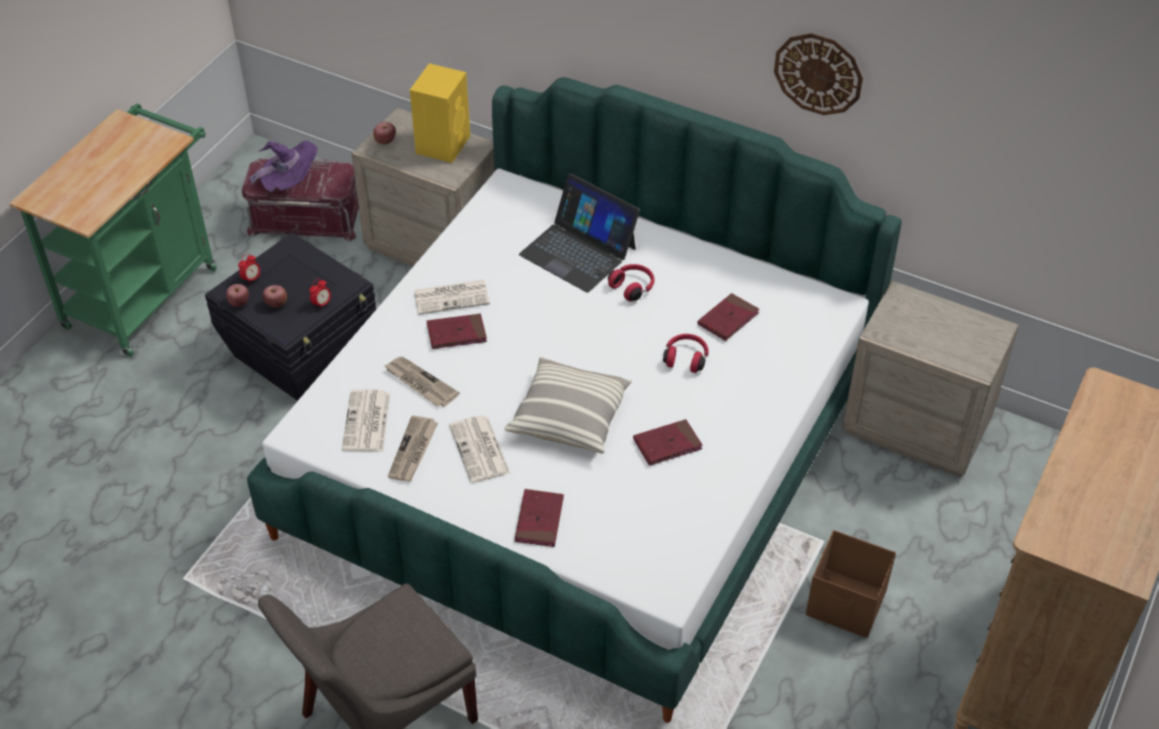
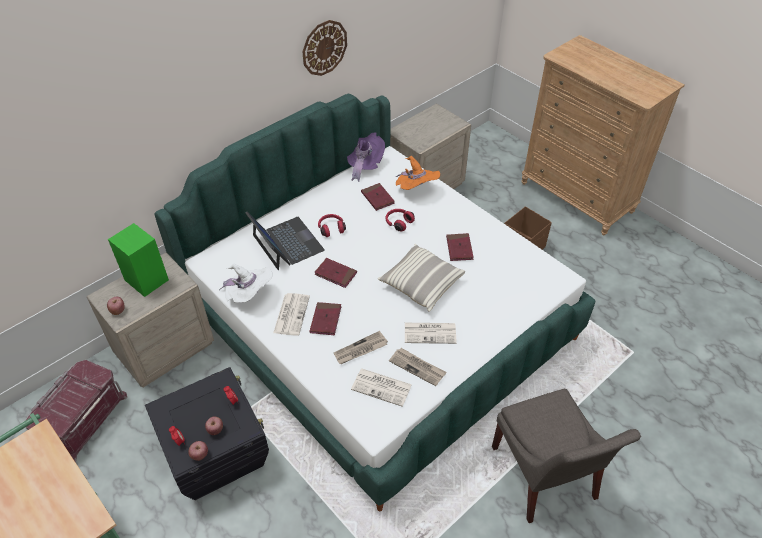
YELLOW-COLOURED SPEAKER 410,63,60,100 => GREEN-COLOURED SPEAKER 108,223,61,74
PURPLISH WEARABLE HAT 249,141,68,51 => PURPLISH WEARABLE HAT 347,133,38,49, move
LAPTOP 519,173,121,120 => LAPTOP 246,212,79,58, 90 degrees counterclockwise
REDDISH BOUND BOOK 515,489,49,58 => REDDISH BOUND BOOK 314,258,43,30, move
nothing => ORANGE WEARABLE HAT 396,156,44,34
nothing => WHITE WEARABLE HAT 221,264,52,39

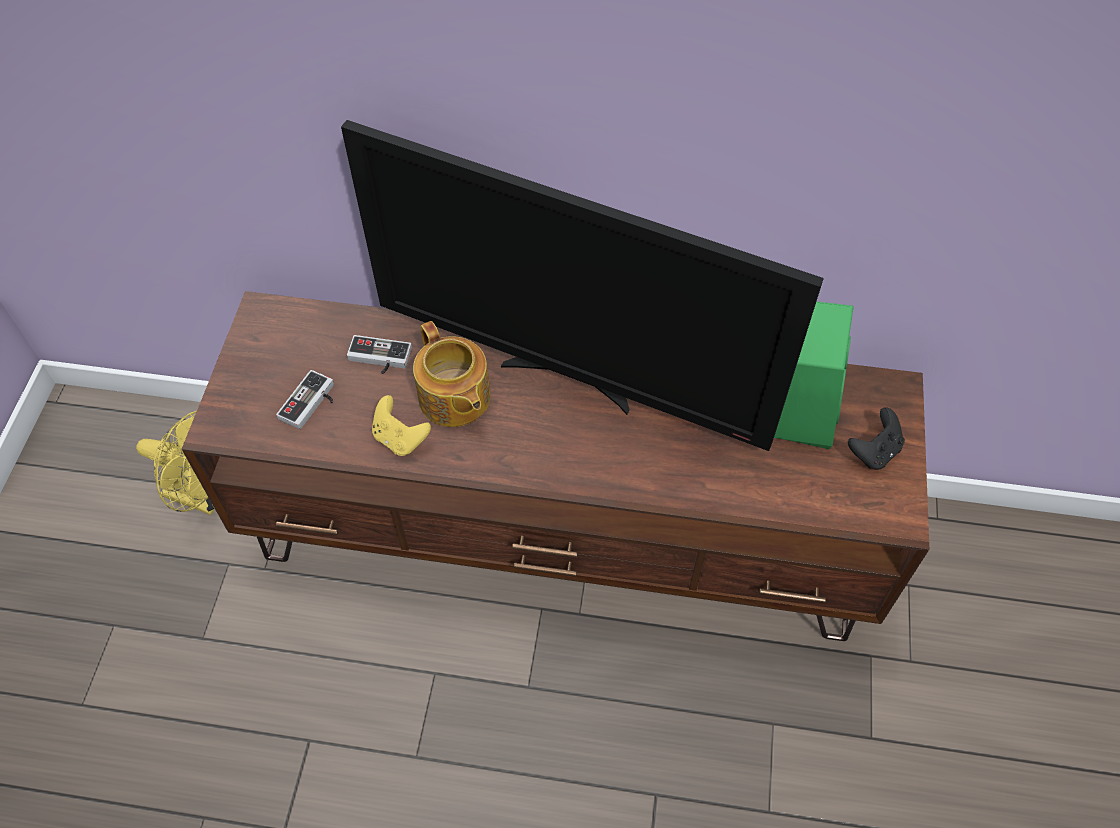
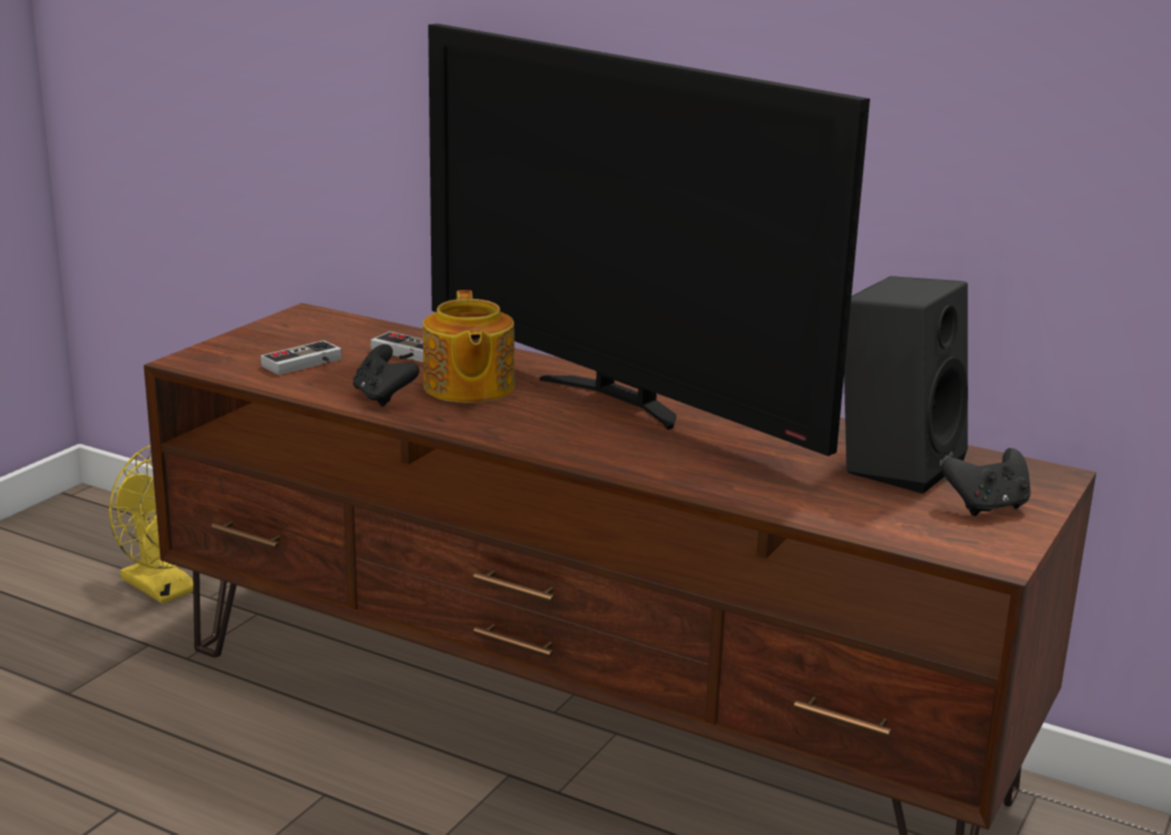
GREEN-COLOURED SPEAKER 774,301,80,148 => BLACKISH SPEAKER 844,276,124,218
YELLOW-COLOURED GAME CONTROLLER 372,395,59,61 => BLACKISH GAME CONTROLLER 353,344,66,63

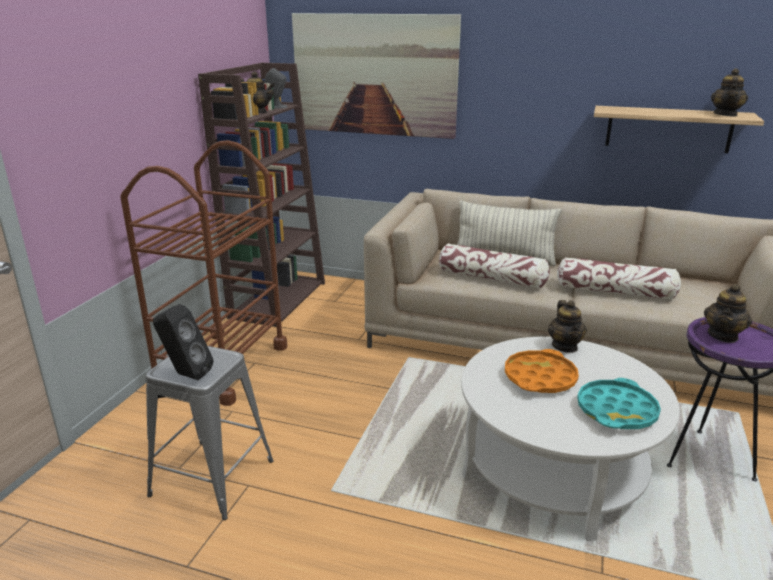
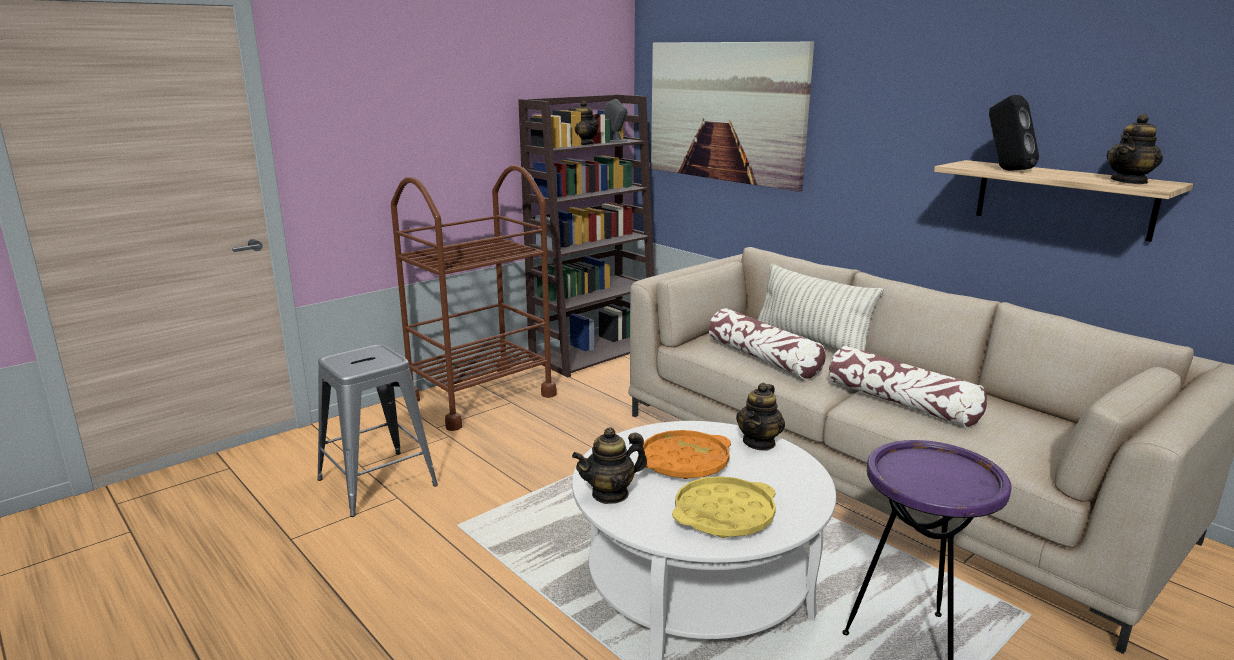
POT FOR TEA 704,284,48,59 => POT FOR TEA 572,427,75,77, move
BLACKISH SPEAKER 153,304,60,76 => BLACKISH SPEAKER 989,95,50,76, move
TURQUOISE SERVING TRAY 577,378,84,51 => YELLOW-COLOURED SERVING TRAY 672,476,104,62

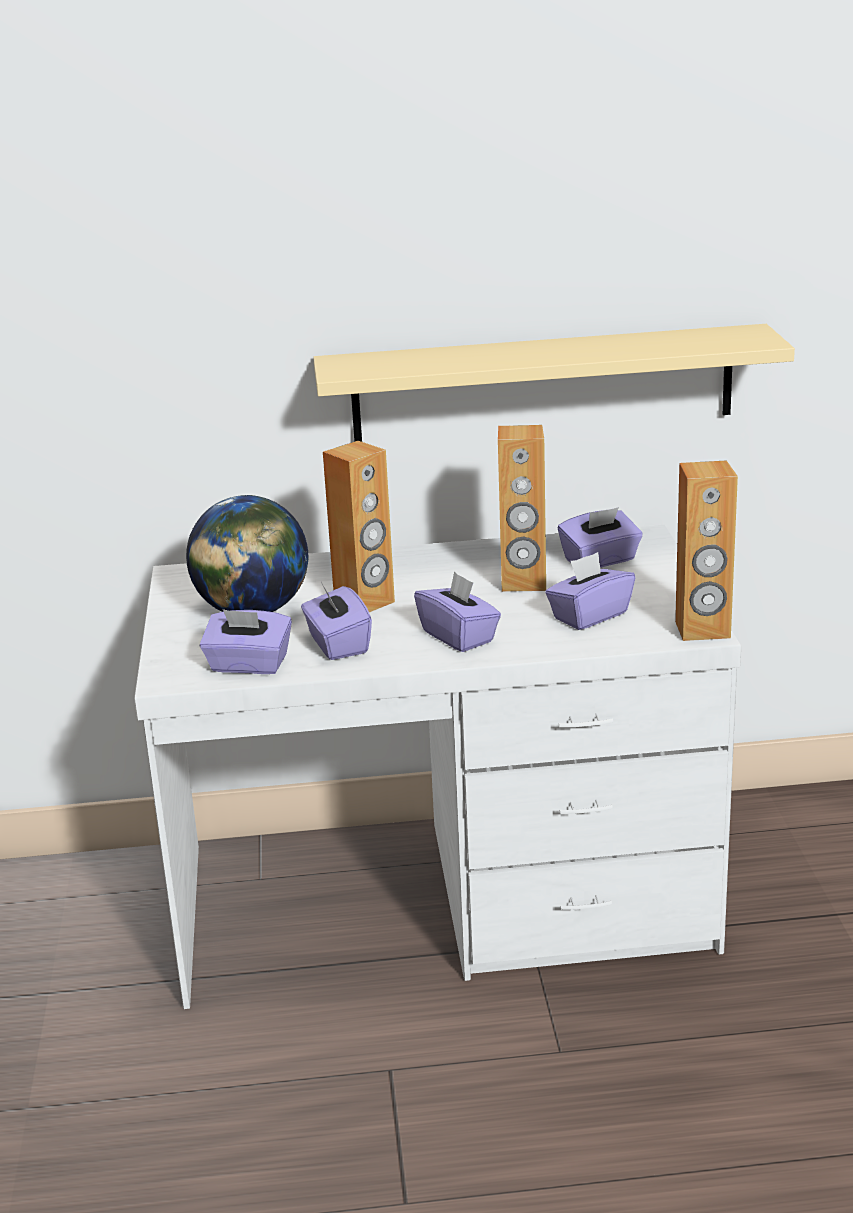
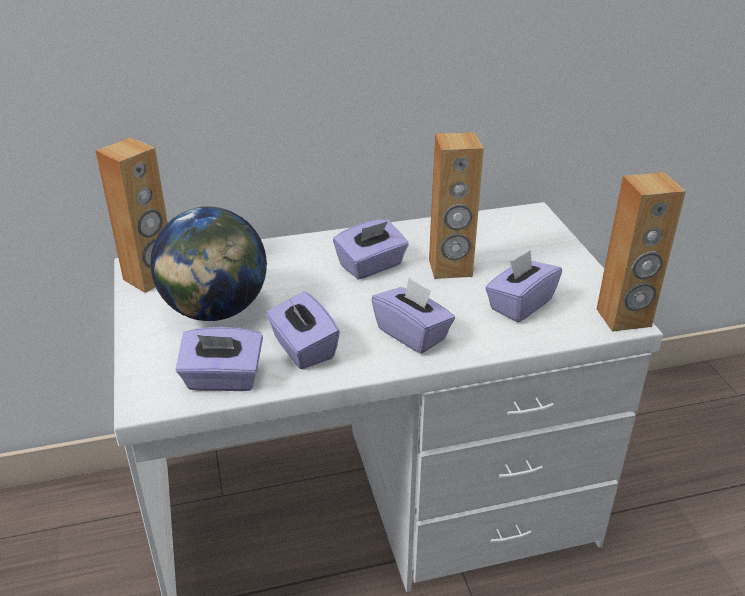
BEIGE-COLOURED WALL SHELF 313,324,482,118 => nothing
BROWN-COLOURED SPEAKER 323,441,72,171 => BROWN-COLOURED SPEAKER 96,137,72,156, move
PURPLISH TISSUE BOX 558,507,85,61 => PURPLISH TISSUE BOX 333,219,76,61, move

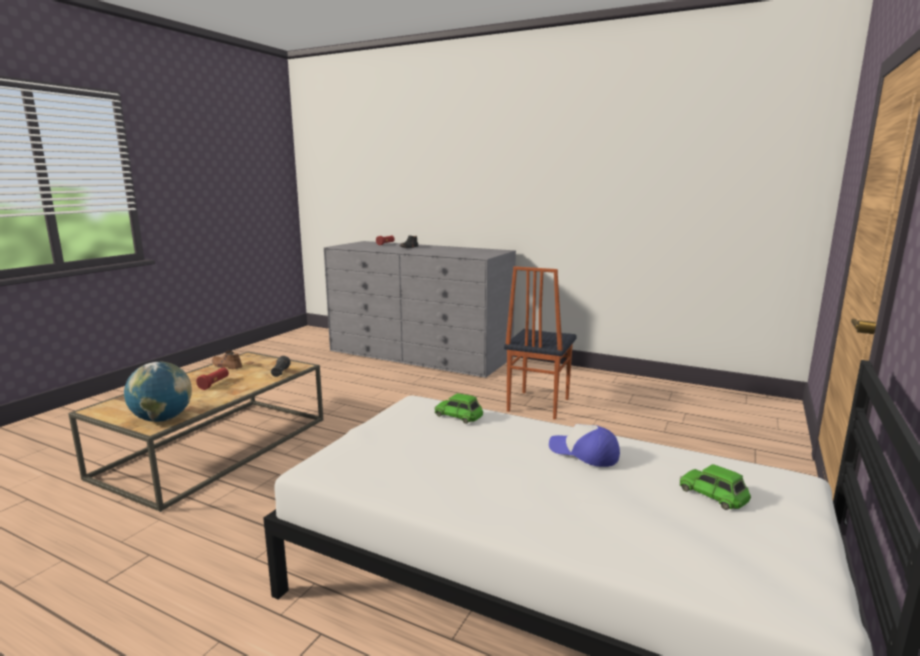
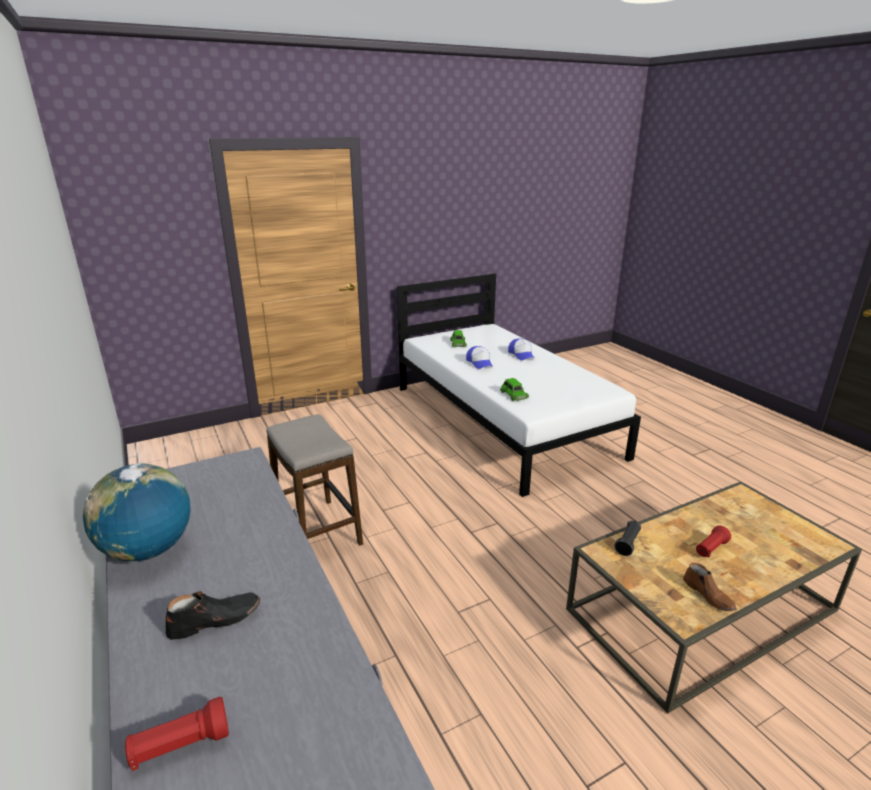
CHAIR 504,266,73,154 => SITTING STOOL 266,414,97,132
GLOBE 124,362,68,60 => GLOBE 83,463,108,98, move
nothing => BASEBALL CAP 508,338,27,22

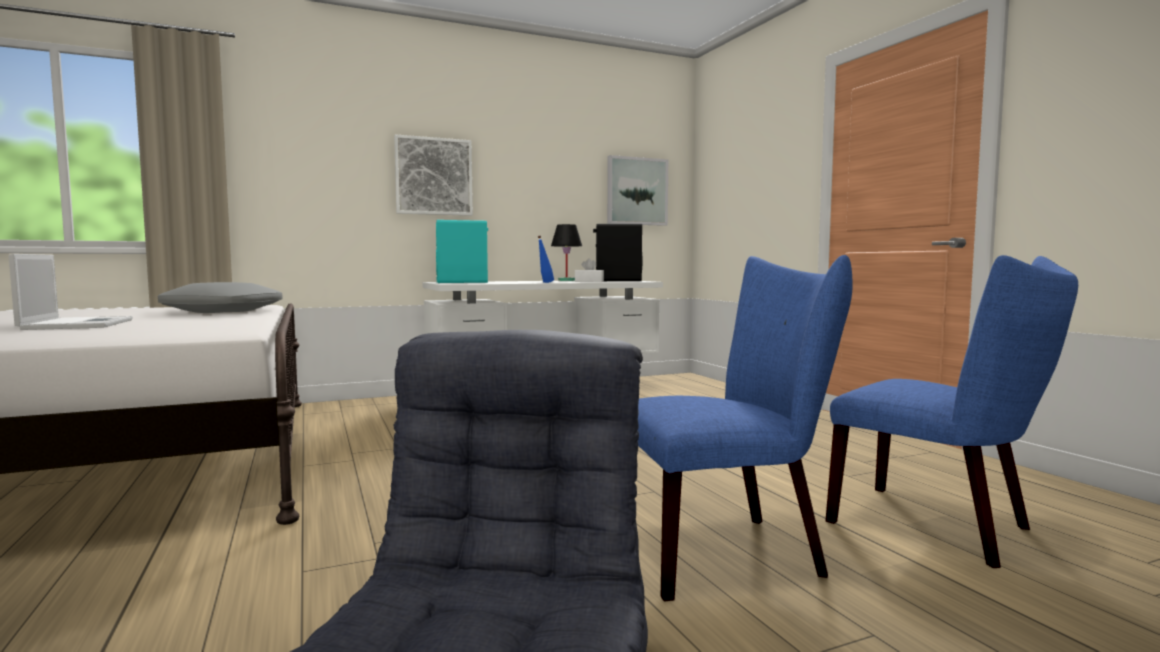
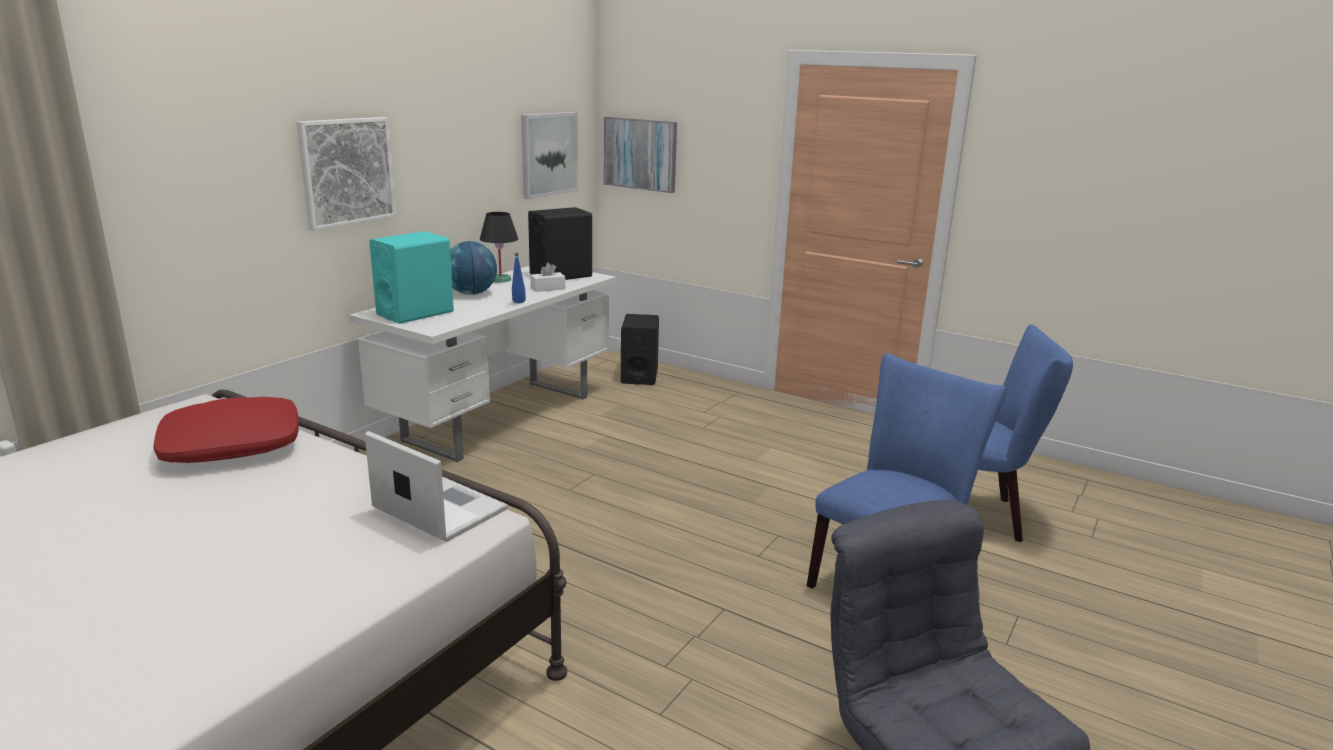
LAPTOP 8,254,125,76 => LAPTOP 365,431,143,111, move
GRAY PILLOW 158,282,125,31 => REDDISH PILLOW 153,397,146,66
nothing => WALL ART 604,117,73,76
nothing => GLOBE 450,241,47,54
nothing => BLACKISH SPEAKER 621,314,38,71

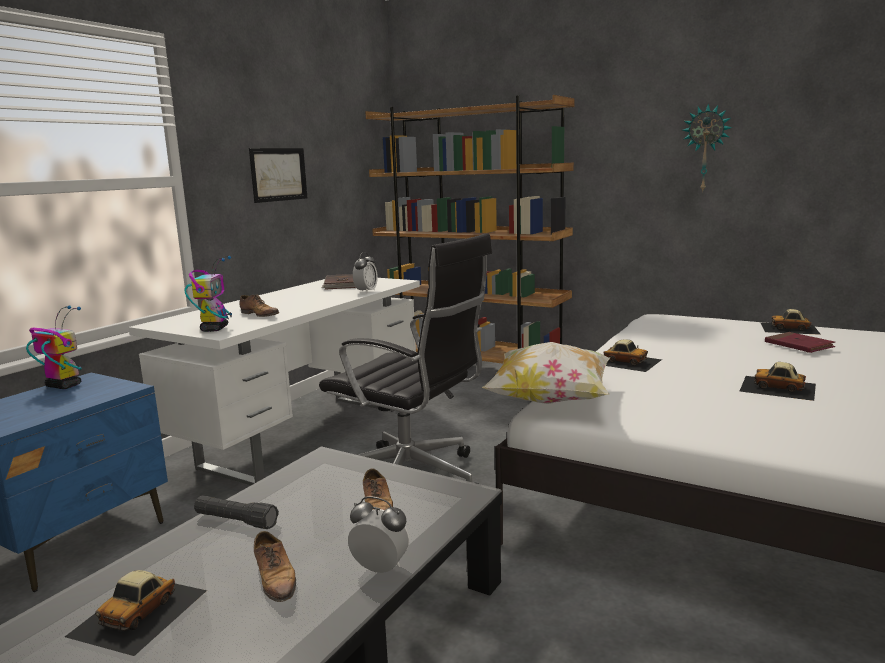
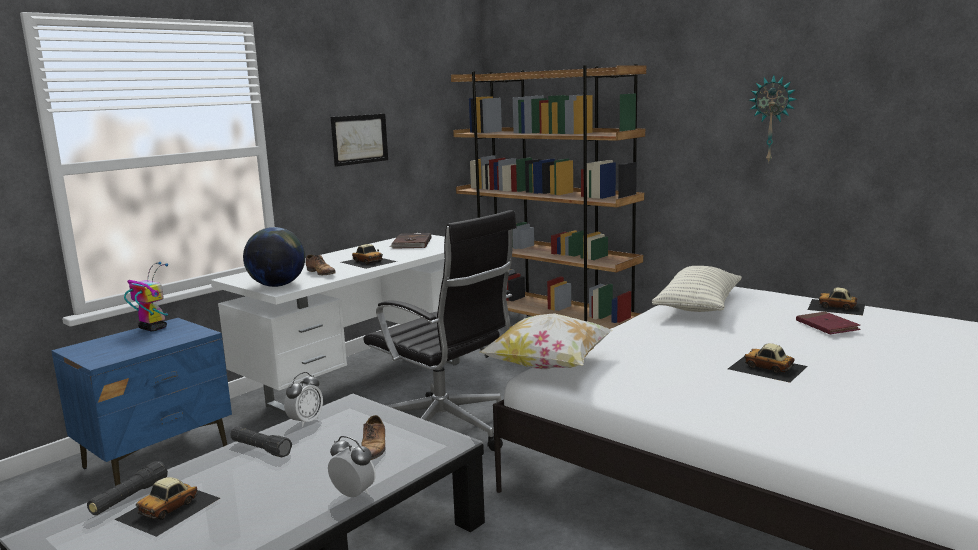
ALARM CLOCK 353,252,25,41 => ALARM CLOCK 284,372,39,55, move
ROBOT FIGURE 184,256,48,76 => GLOBE 243,227,62,60
TOY CAR 604,340,58,32 => TOY CAR 341,244,56,25, move
LOW SHOE 254,531,42,71 => nothing
nothing => PILLOW 652,266,90,46
nothing => BLACKISH TORCH 87,461,81,54

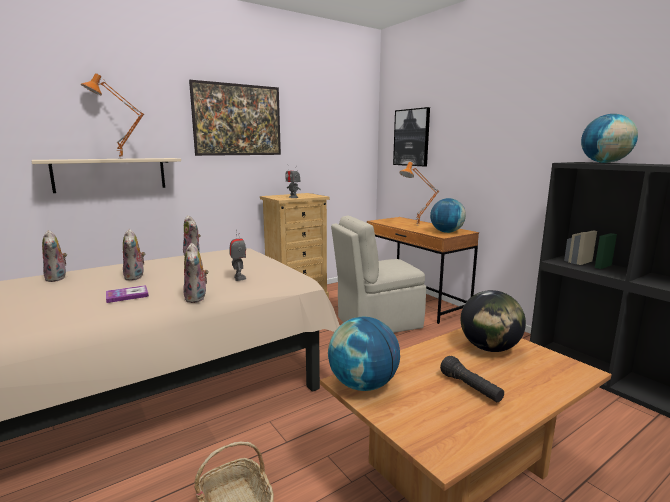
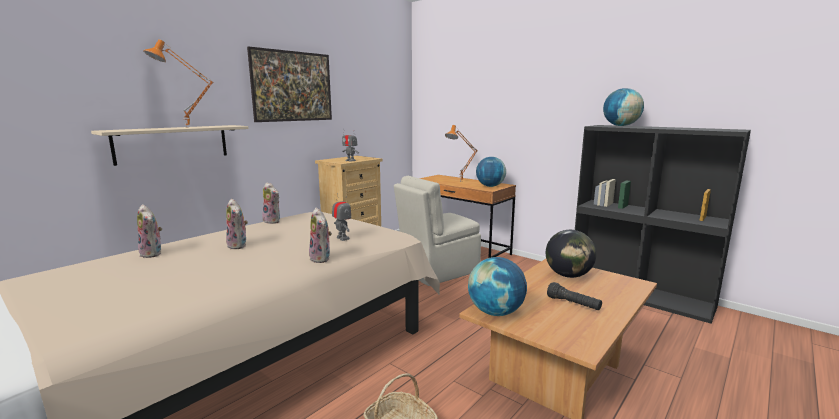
WALL ART 393,107,37,59 => nothing
BOUND BOOK 106,285,43,18 => nothing

